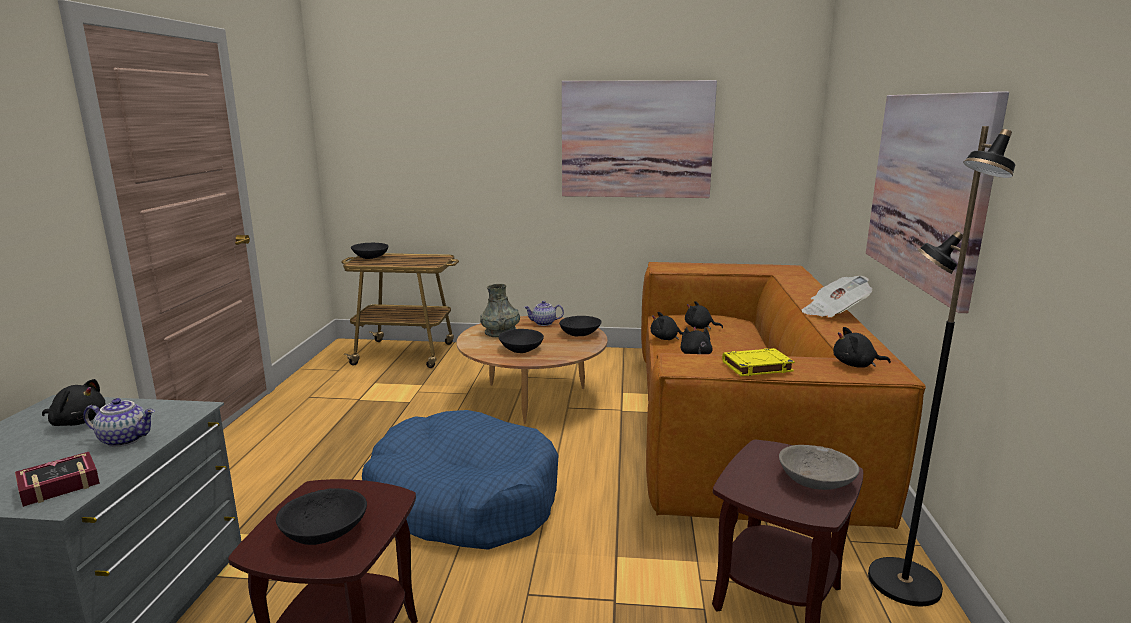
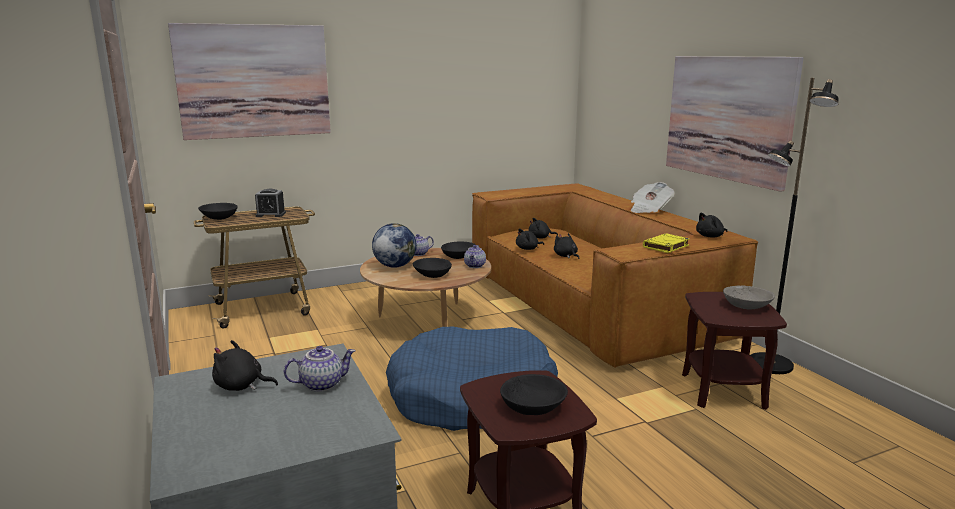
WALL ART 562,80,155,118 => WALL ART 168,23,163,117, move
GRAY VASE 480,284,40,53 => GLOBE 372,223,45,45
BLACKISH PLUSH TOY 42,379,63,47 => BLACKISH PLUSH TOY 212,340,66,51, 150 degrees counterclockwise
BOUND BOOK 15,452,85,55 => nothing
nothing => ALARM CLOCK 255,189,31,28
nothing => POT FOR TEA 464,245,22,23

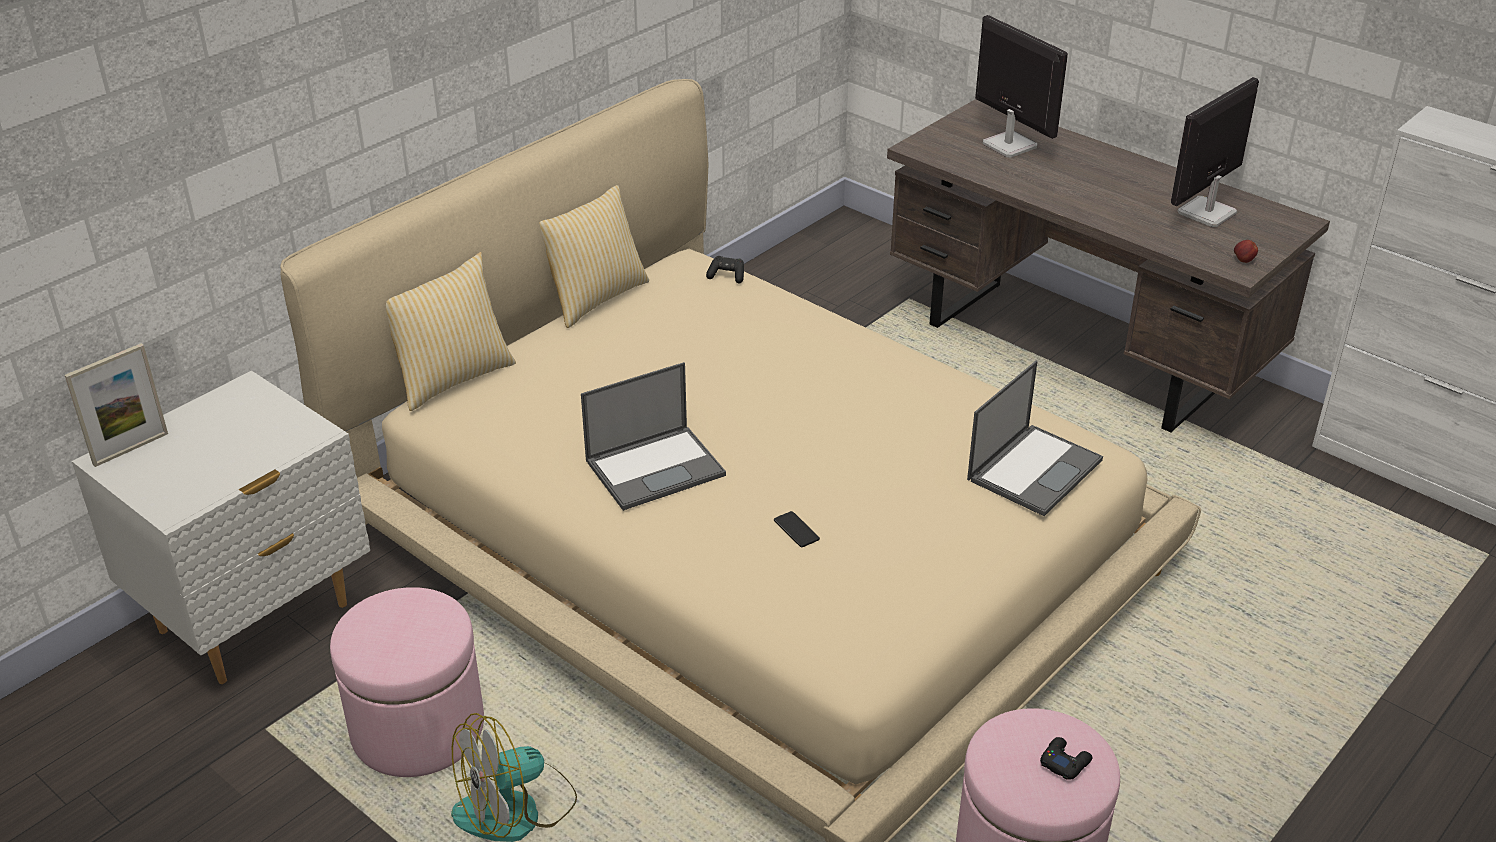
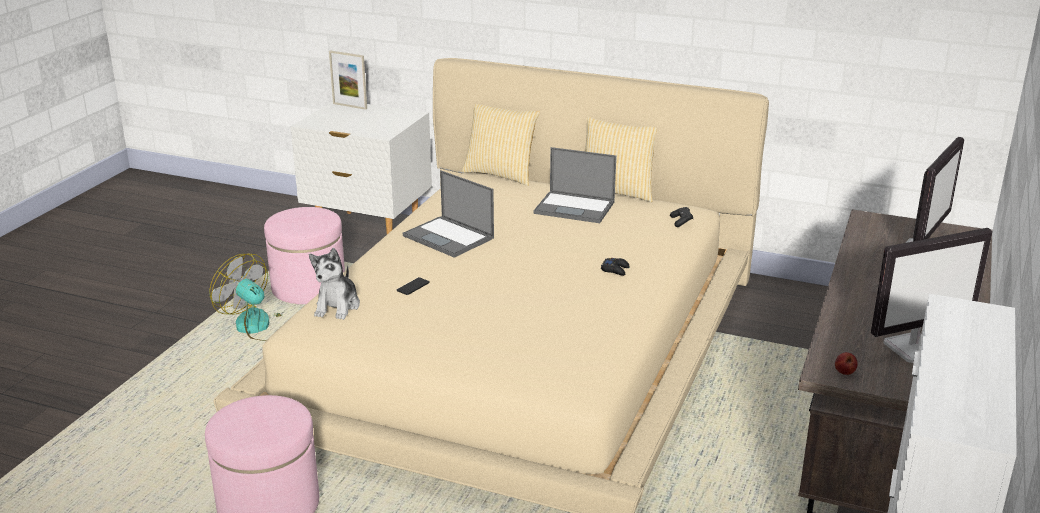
MONITOR 1171,77,88,150 => MONITOR 871,228,122,135, 135 degrees clockwise
LAPTOP 967,361,136,155 => LAPTOP 533,147,83,76, move
BLACKISH GAME CONTROLLER 1040,737,53,43 => BLACKISH GAME CONTROLLER 601,258,29,18, move
nothing => PLUSH TOY 309,248,51,72

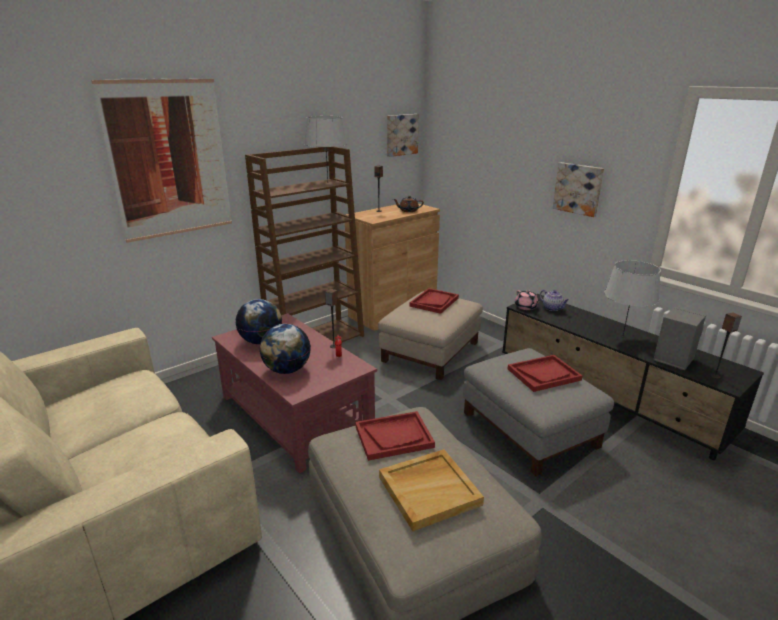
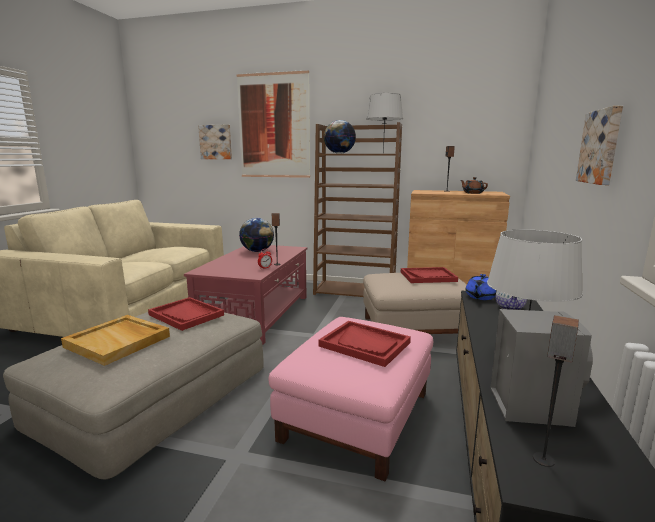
WALL ART 387,114,32,43 => WALL ART 198,125,34,34, move
PINK POT FOR TEA 515,290,25,20 => BLUISH POT FOR TEA 465,274,32,26
GLOBE 259,324,52,50 => GLOBE 324,120,32,34, move
GRAY FOOTREST 463,348,151,128 => PINK FOOTREST 269,317,164,164

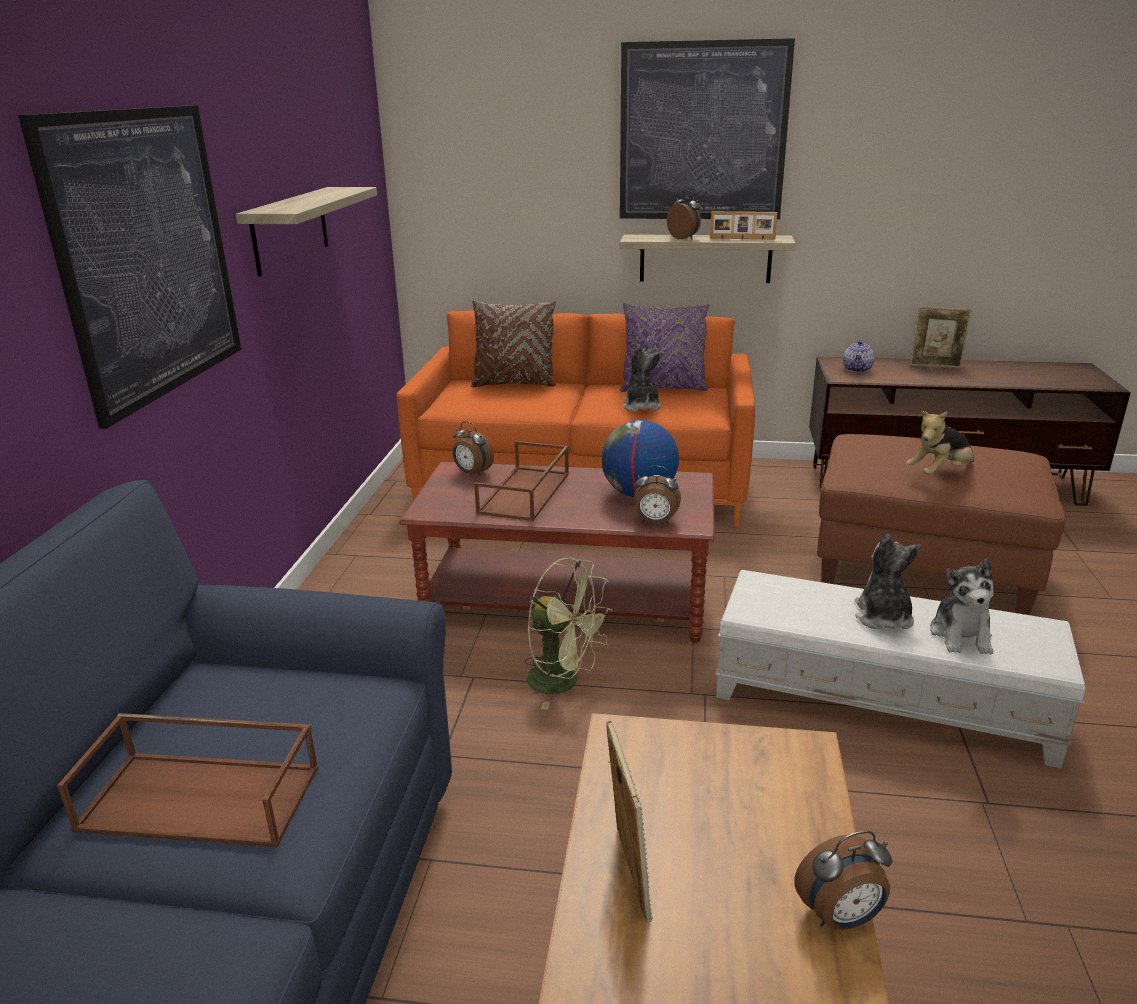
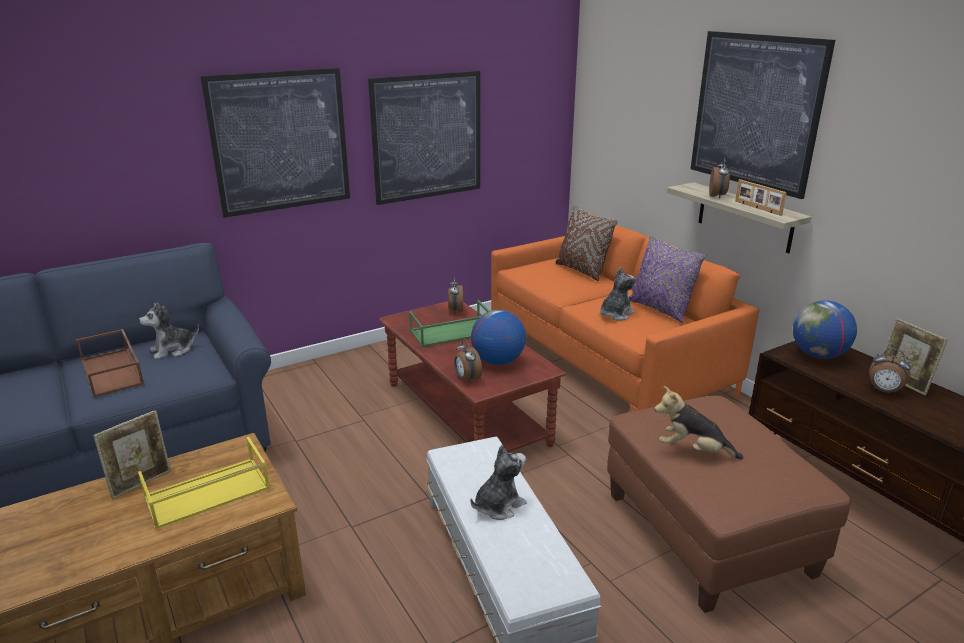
WALL SHELF 236,187,141,90 => WALL ART 368,71,112,134
POT FOR TEA 843,340,32,32 => GLOBE 793,300,64,59
BROWN-COLOURED SERVING TRAY 474,441,95,80 => GREEN-COLOURED SERVING TRAY 409,300,80,47
GREEN-COLOURED FAN 525,558,88,152 => nothing
PLUSH TOY 930,559,64,95 => PLUSH TOY 139,302,60,57, move
ALARM CLOCK 794,830,98,100 => ALARM CLOCK 869,348,42,47, move
nothing => YELLOW-COLOURED SERVING TRAY 138,437,132,93

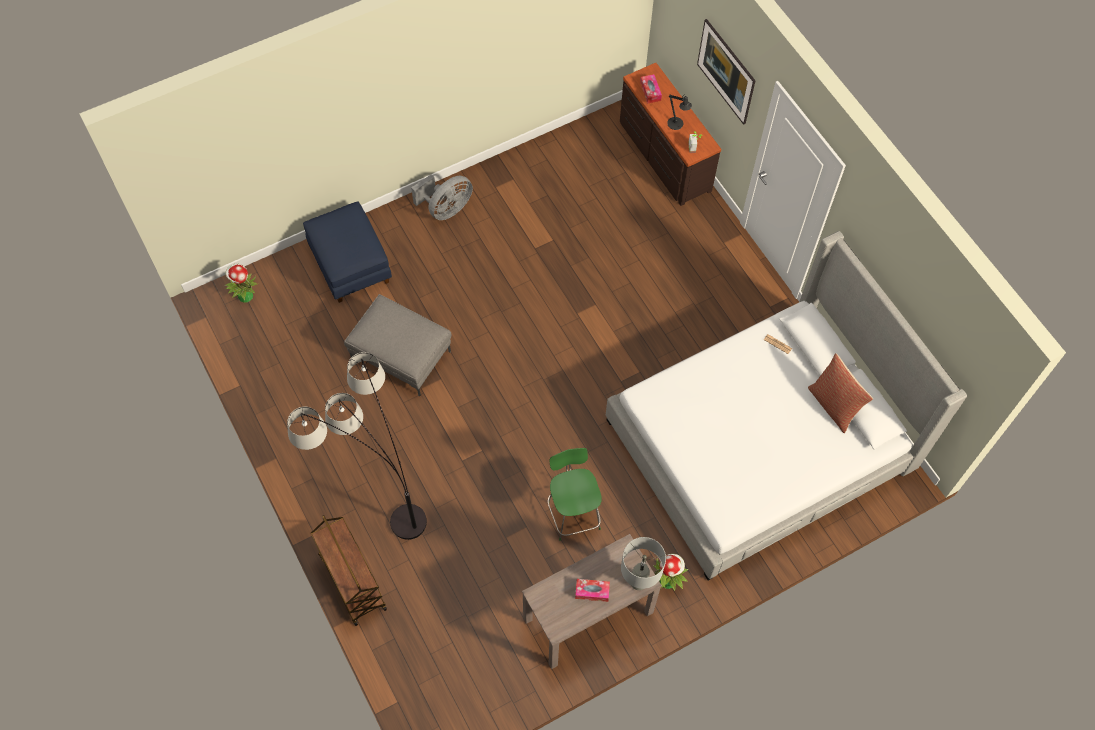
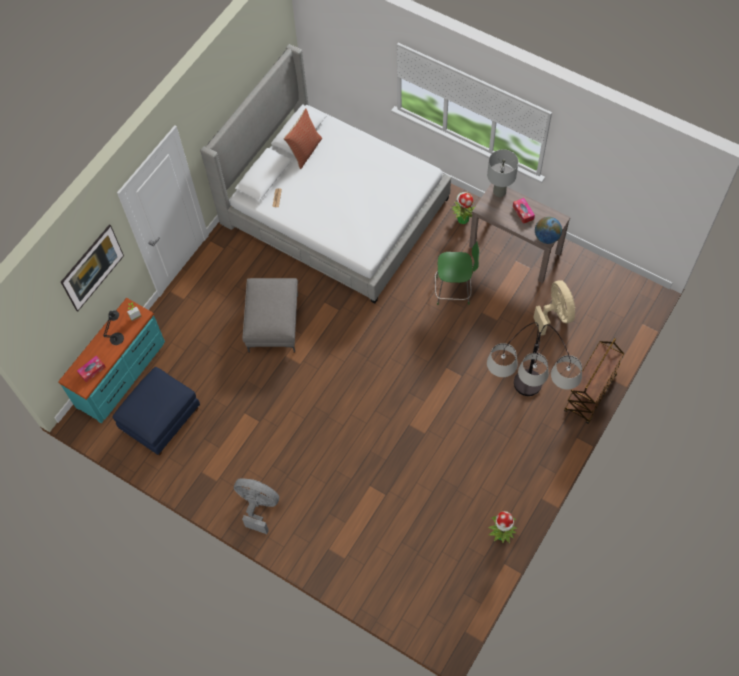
BROWN-COLOURED CHEST OF DRAWERS 620,63,101,143 => TURQUOISE CHEST OF DRAWERS 58,298,107,125
BLUISH FOOTREST 303,202,89,101 => BLUISH FOOTREST 112,367,88,88, move
PLANT IN A POT 225,264,33,39 => PLANT IN A POT 488,511,29,33, move
GRAY FOOTREST 344,294,107,102 => GRAY FOOTREST 242,278,56,75, move
GREEN-COLOURED CHAIR 548,448,54,93 => GREEN-COLOURED CHAIR 435,242,44,63, 135 degrees counterclockwise
nothing => GLOBE 535,217,27,27
nothing => BEIGE-COLOURED FAN 533,280,42,56

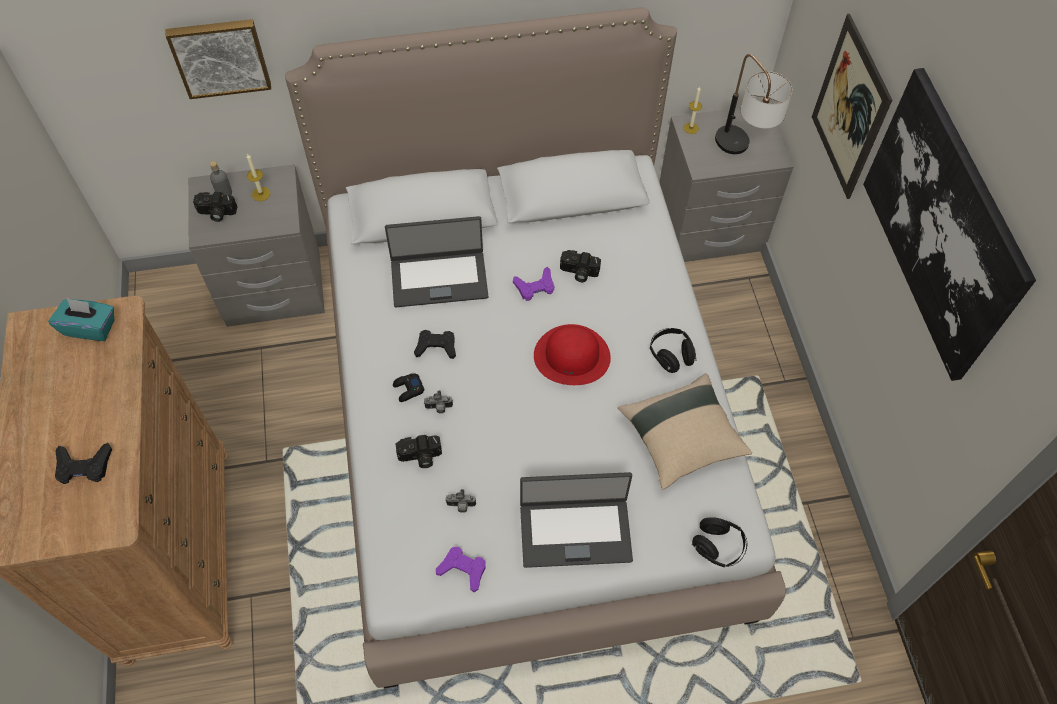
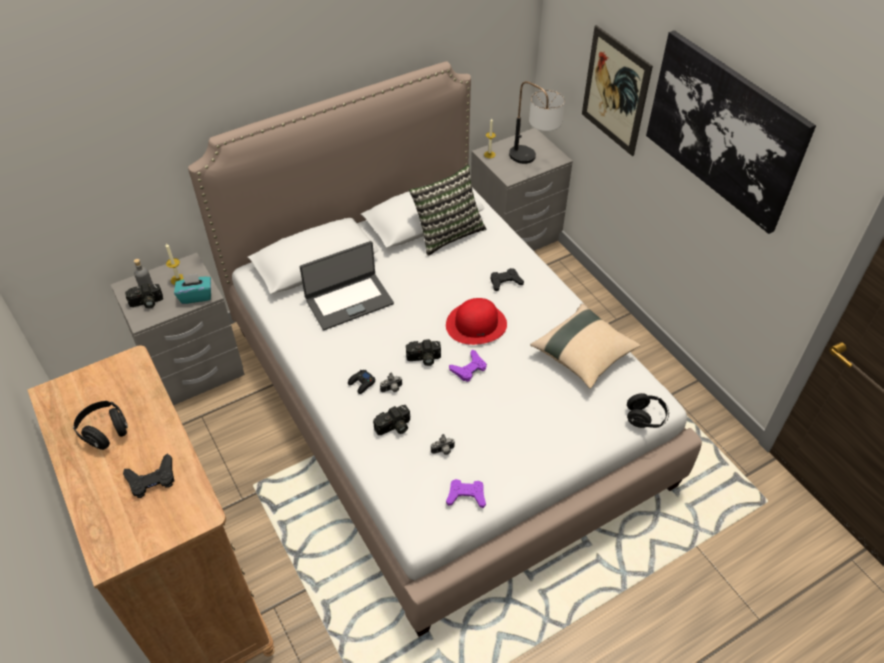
WALL ART 166,19,105,80 => nothing
STILL CAMERA 560,250,41,32 => STILL CAMERA 406,339,35,27, move
PURPLISH GAME CONTROLLER 513,267,41,34 => PURPLISH GAME CONTROLLER 449,349,38,33, move
TURQUOISE TISSUE BOX 48,298,66,43 => TURQUOISE TISSUE BOX 174,274,37,30, move
BLACKISH PAIR OF HEADPHONES 650,328,46,45 => BLACKISH PAIR OF HEADPHONES 73,401,55,49, move
BLACKISH GAME CONTROLLER 414,330,42,29 => BLACKISH GAME CONTROLLER 491,268,33,23, move
LAPTOP 520,472,113,96 => nothing
nothing => PILLOW 409,165,77,91

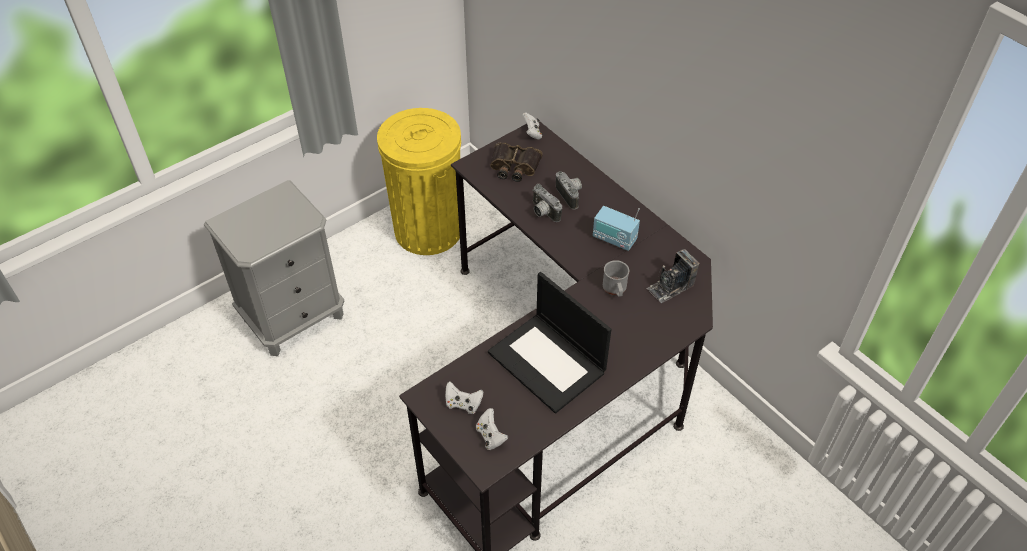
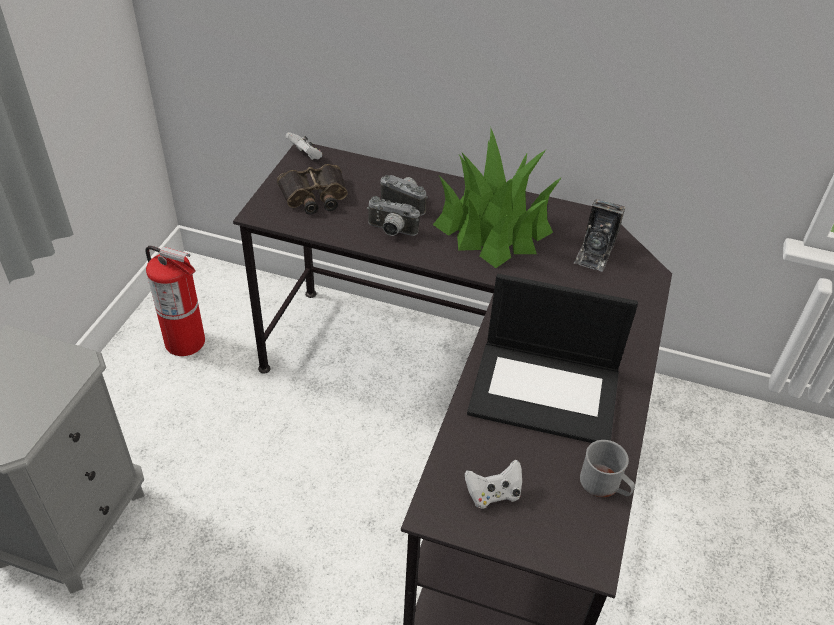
YELLOW-COLOURED RUBBISH BIN 377,108,84,147 => FIRE-FIGHTING CYLINDER 145,246,60,110
RADIO RECEIVER 593,206,47,45 => PLANT IN A POT 433,129,129,139
GRAY COFFEE MUG 603,260,26,37 => GRAY COFFEE MUG 580,440,55,57, move
WHITE GAME CONTROLLER 476,408,32,42 => nothing

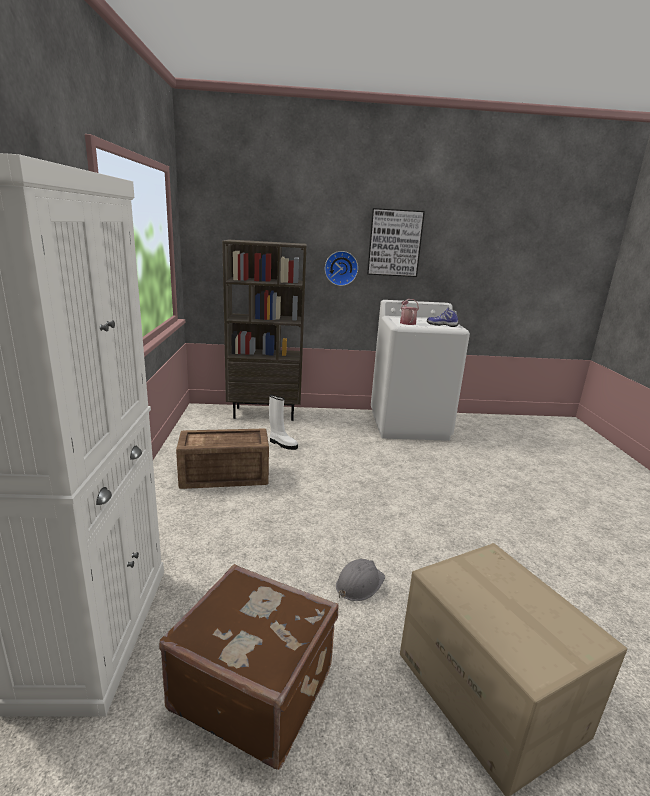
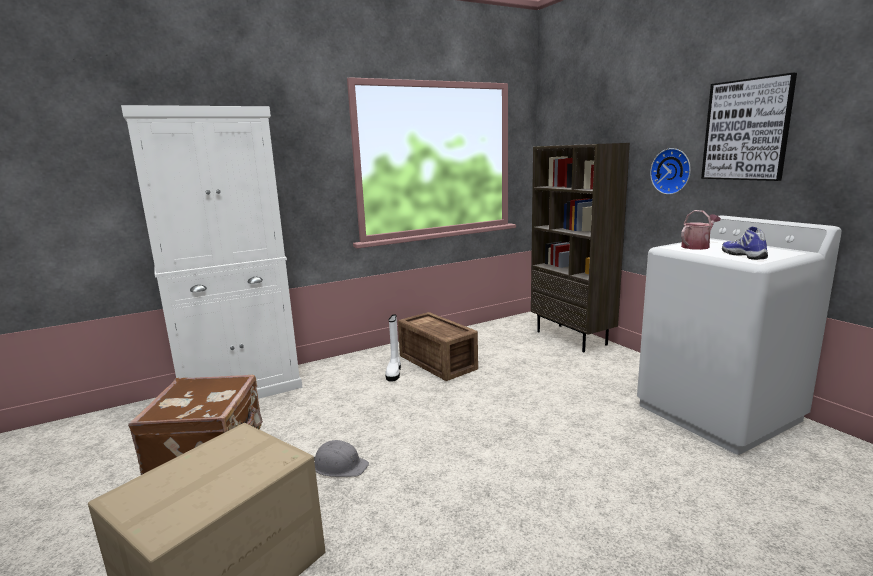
WHITE BOOT 269,395,29,55 => WHITE BOOT 385,314,16,68, move

